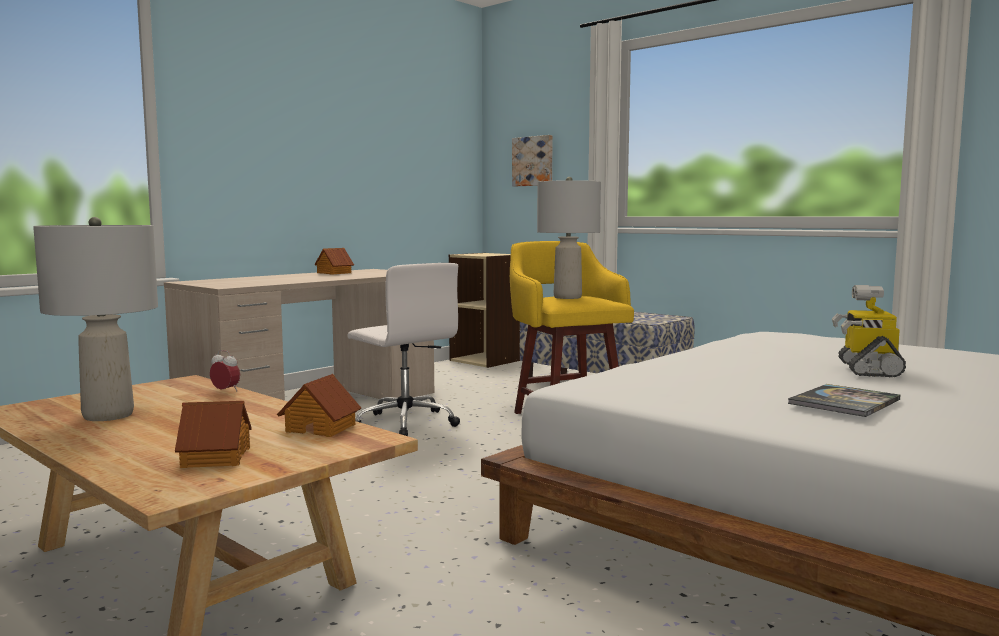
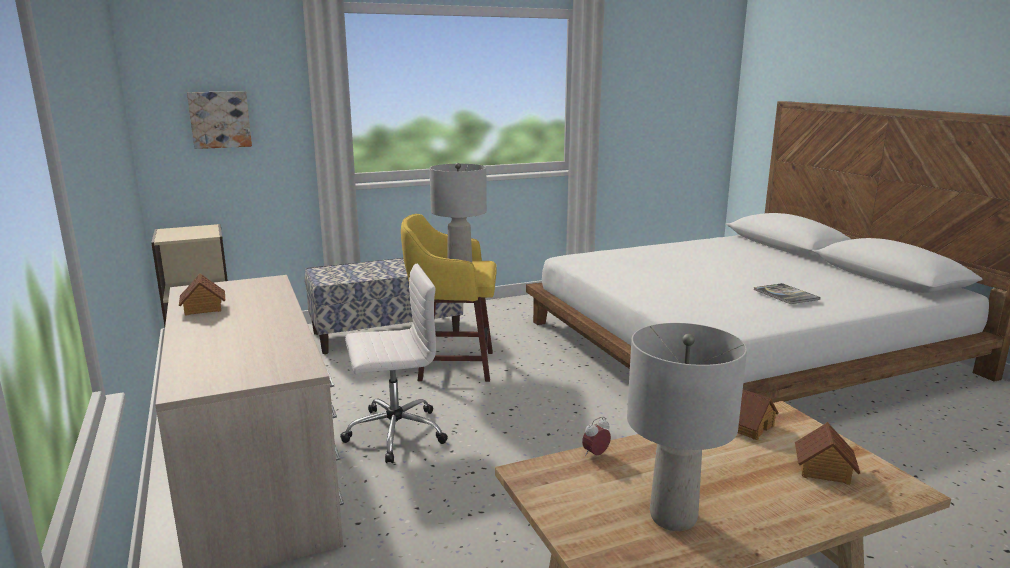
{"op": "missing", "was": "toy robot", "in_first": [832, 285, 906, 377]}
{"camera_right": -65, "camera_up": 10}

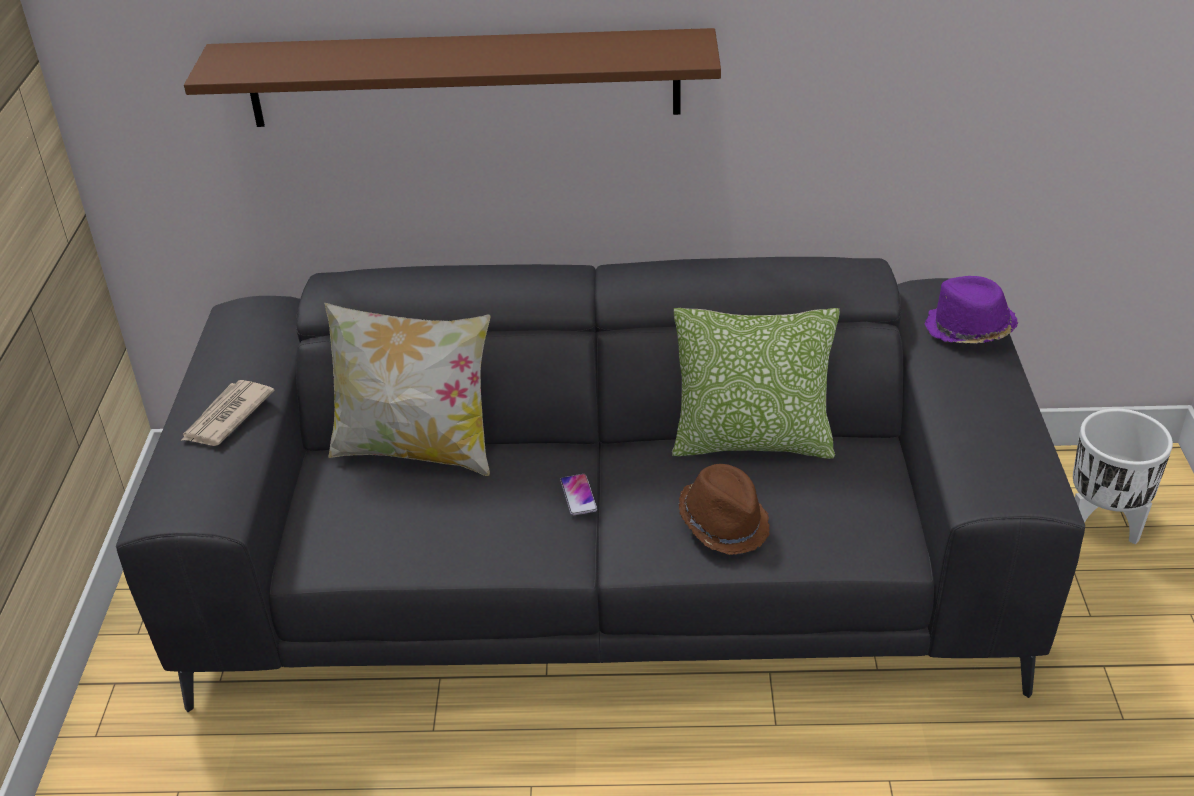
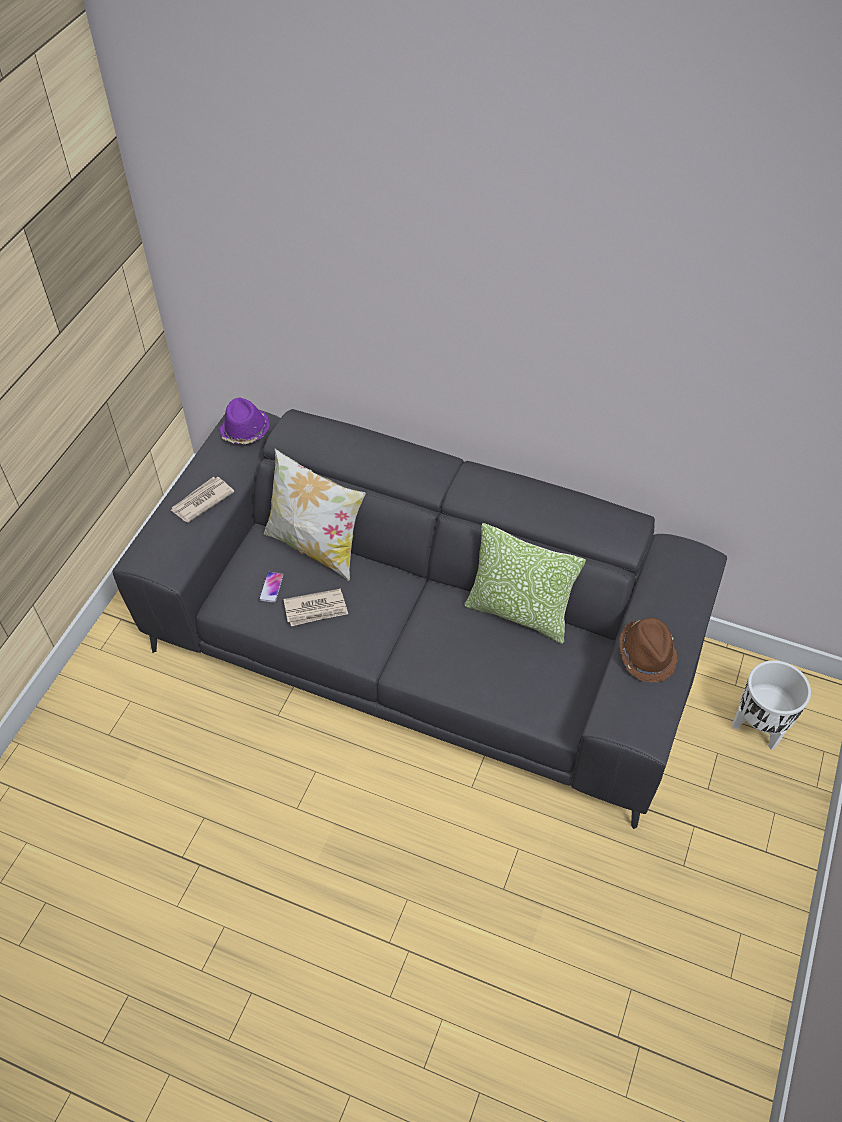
{"op": "missing", "was": "brownish wall shelf", "in_first": [184, 28, 721, 127]}
{"op": "relocated", "was": "purple-coloured wearable hat", "in_first": [925, 276, 1018, 343], "in_second": [220, 397, 270, 444]}
{"op": "relocated", "was": "brownish wearable hat", "in_first": [679, 464, 770, 555], "in_second": [619, 618, 679, 682]}
{"op": "relocated", "was": "telephone", "in_first": [560, 474, 597, 515], "in_second": [259, 572, 283, 603]}
{"op": "appeared", "now": "newspaper", "in_second": [283, 589, 348, 626]}
{"camera_right": 20, "camera_up": 15}

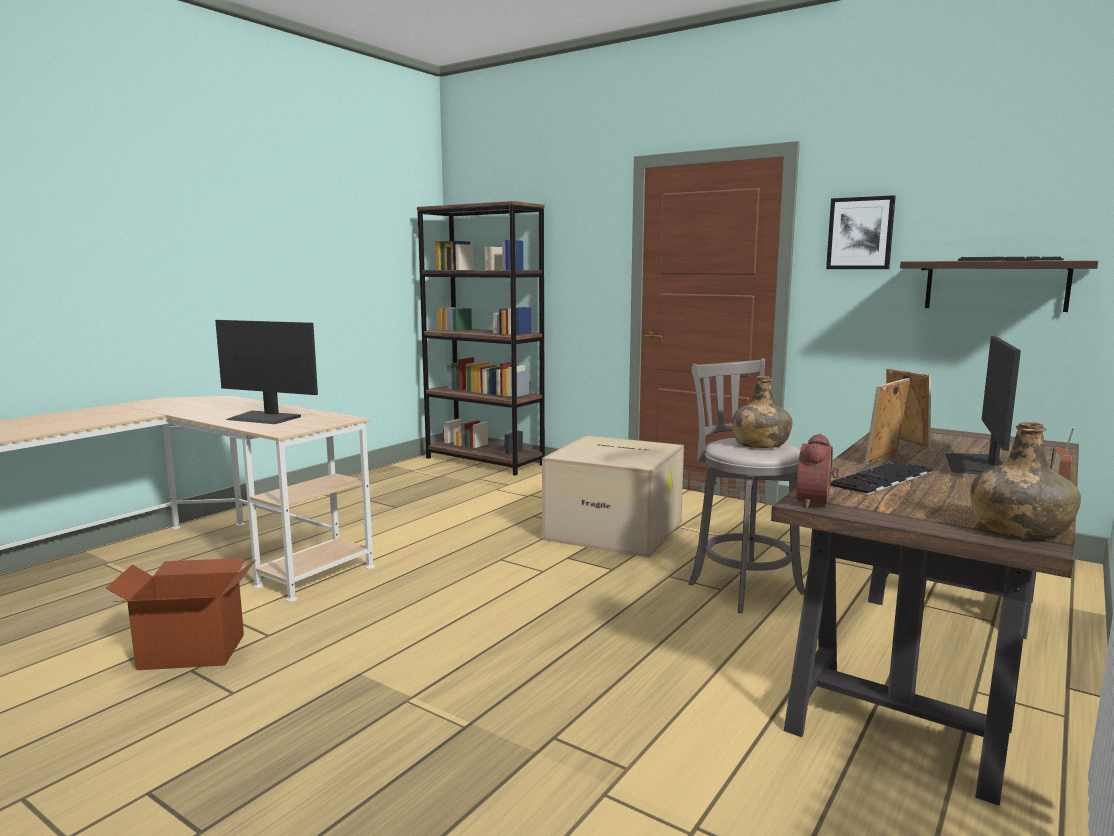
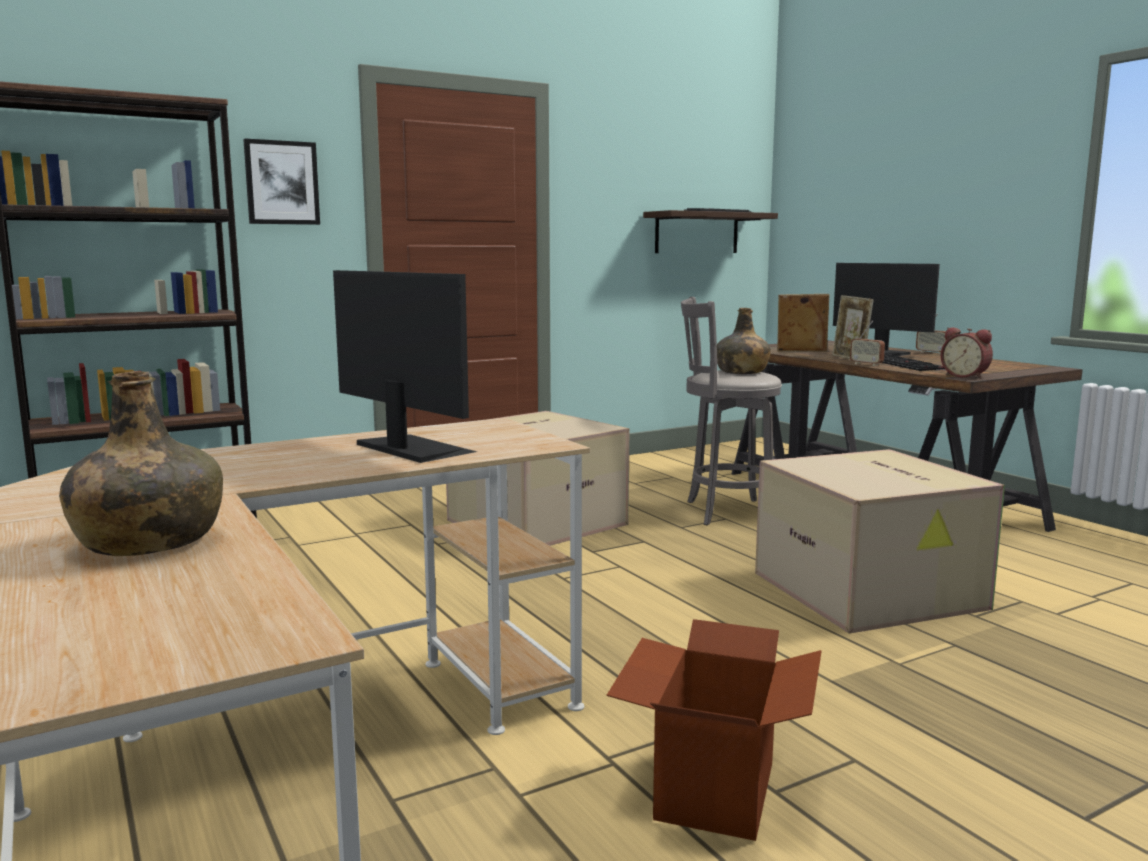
{"op": "relocated", "was": "picture", "in_first": [826, 195, 896, 269], "in_second": [243, 139, 320, 225]}
{"op": "spun", "was": "computer screen", "in_first": [215, 320, 318, 424], "in_second": [333, 270, 477, 463], "clockwise": -90}
{"op": "relocated", "was": "green bottle", "in_first": [970, 422, 1081, 539], "in_second": [59, 371, 223, 556]}
{"op": "appeared", "now": "radio", "in_second": [850, 321, 885, 366]}
{"op": "appeared", "now": "cardboard box", "in_second": [755, 449, 1005, 634]}
{"camera_right": -65, "camera_up": 0}

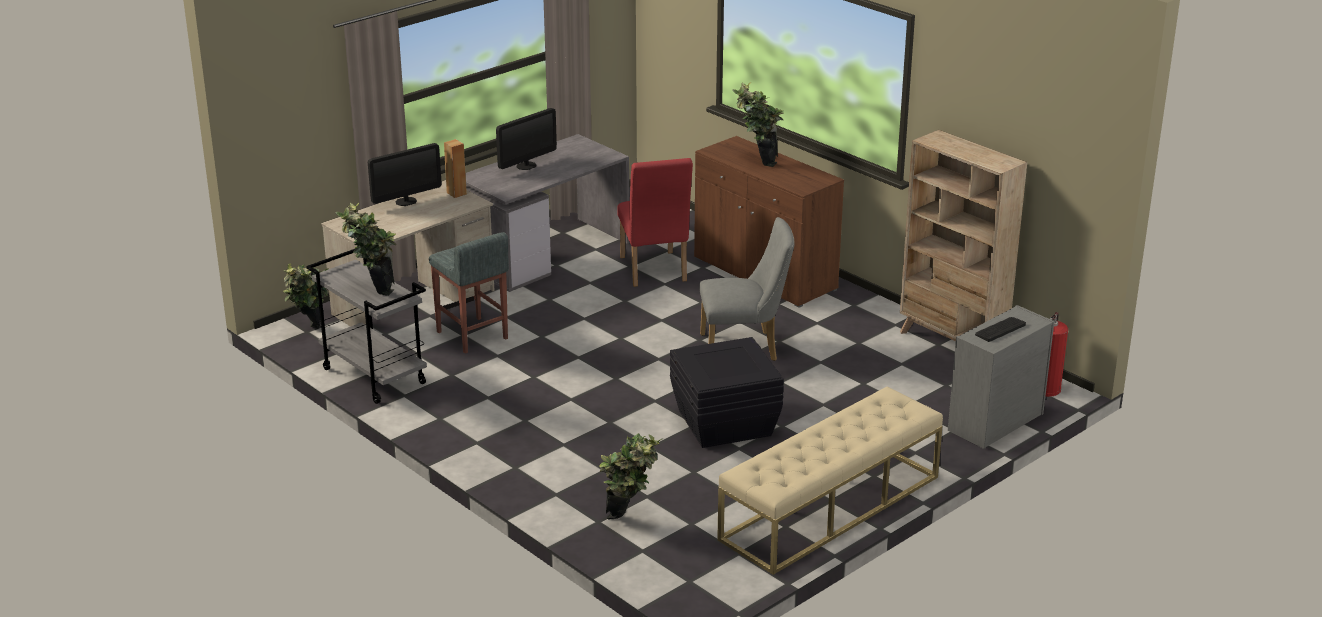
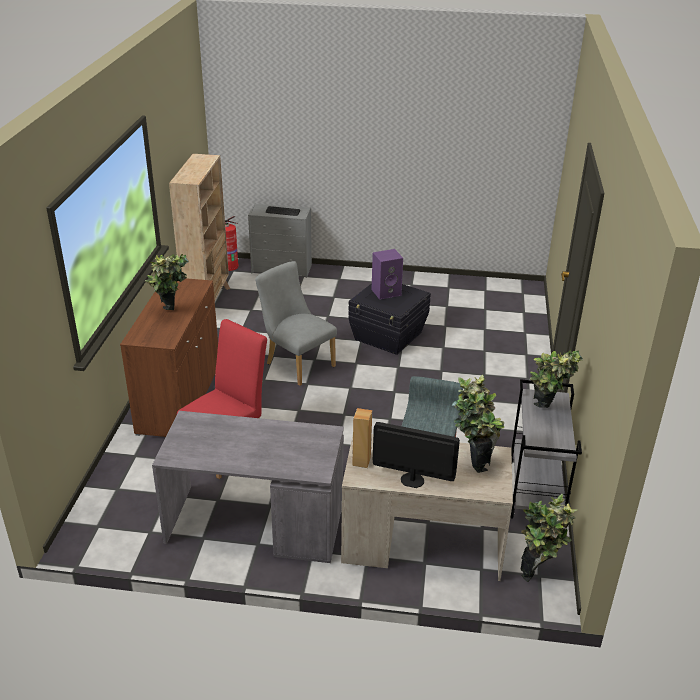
{"op": "missing", "was": "computer screen", "in_first": [496, 108, 557, 170]}
{"op": "missing", "was": "beige-coloured long seat", "in_first": [717, 387, 943, 575]}
{"op": "relocated", "was": "potted plant", "in_first": [599, 433, 663, 520], "in_second": [452, 375, 504, 473]}
{"op": "appeared", "now": "purple-coloured audio speaker", "in_second": [372, 249, 403, 300]}
{"camera_right": -130, "camera_up": 5}

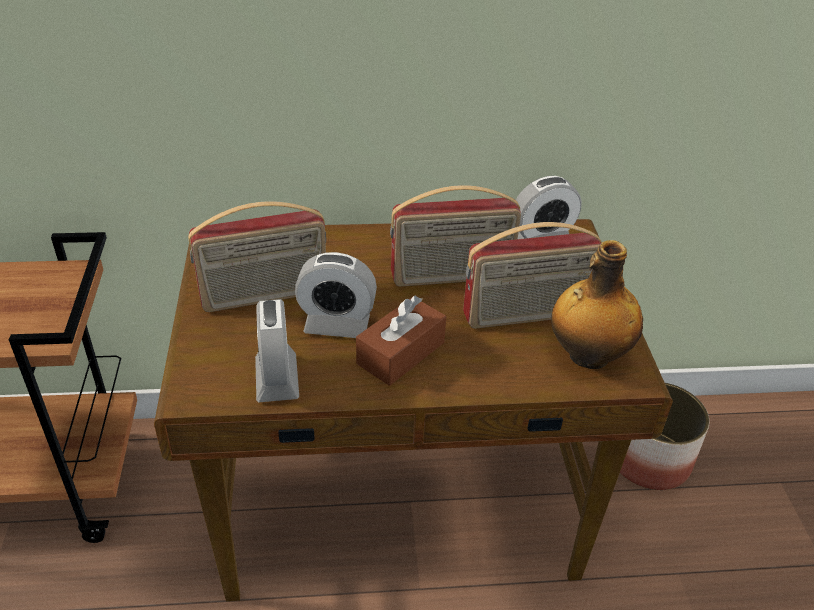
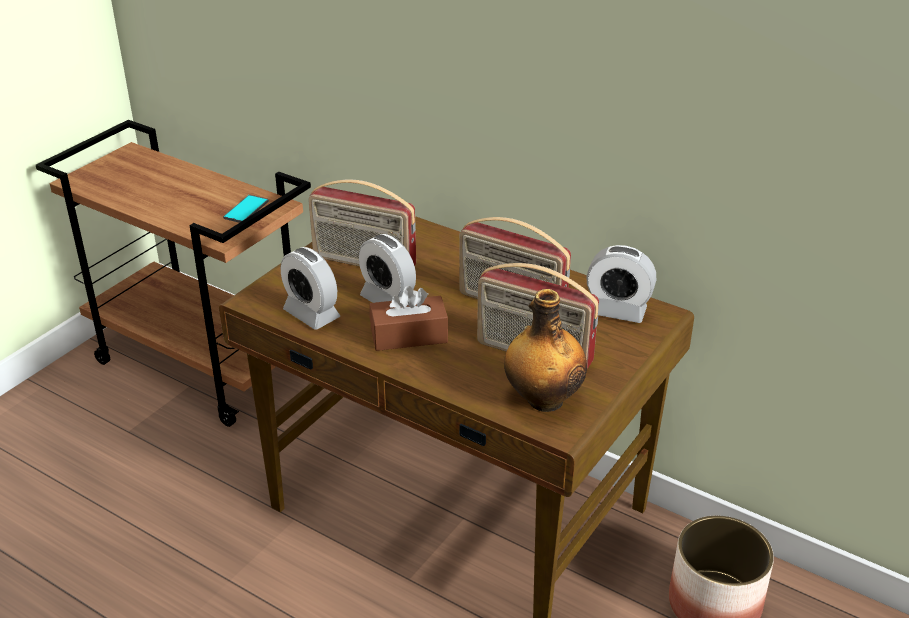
{"op": "spun", "was": "bedside clock", "in_first": [255, 299, 299, 402], "in_second": [281, 247, 340, 330], "clockwise": -75}
{"op": "appeared", "now": "telephone", "in_second": [223, 195, 269, 223]}
{"camera_right": 40, "camera_up": -5}

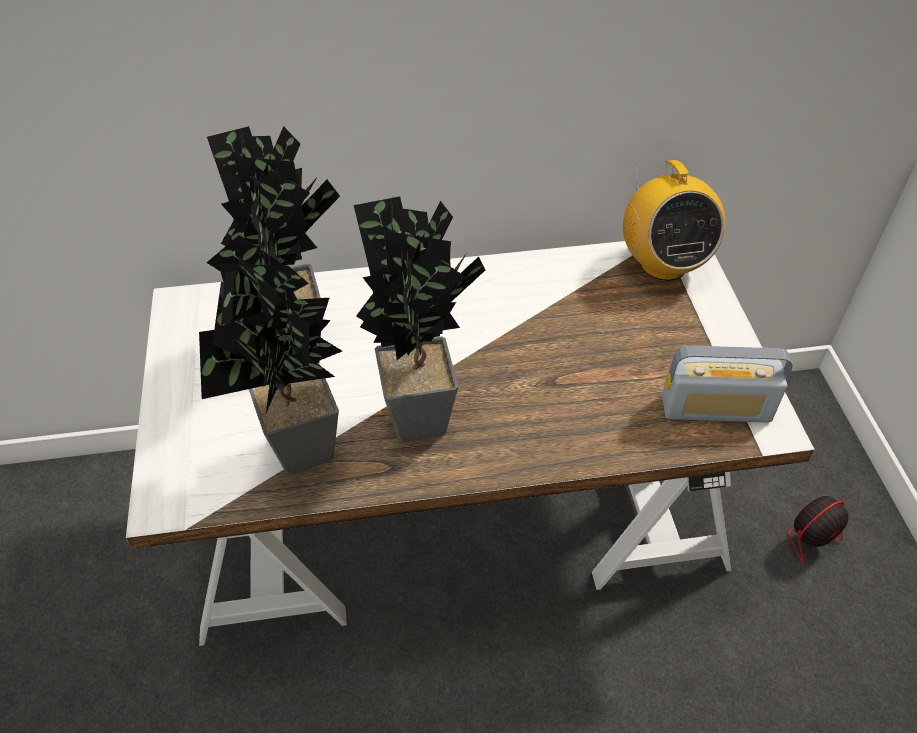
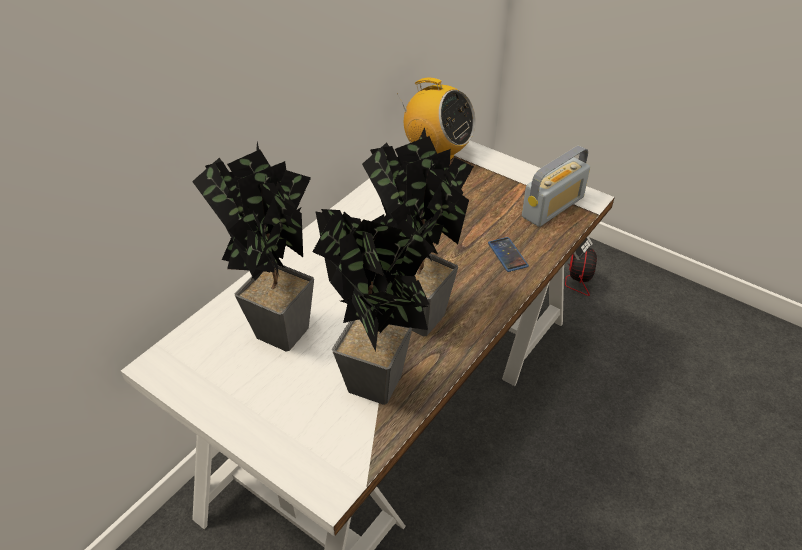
{"op": "appeared", "now": "telephone", "in_second": [488, 237, 529, 272]}
{"camera_right": -45, "camera_up": -5}

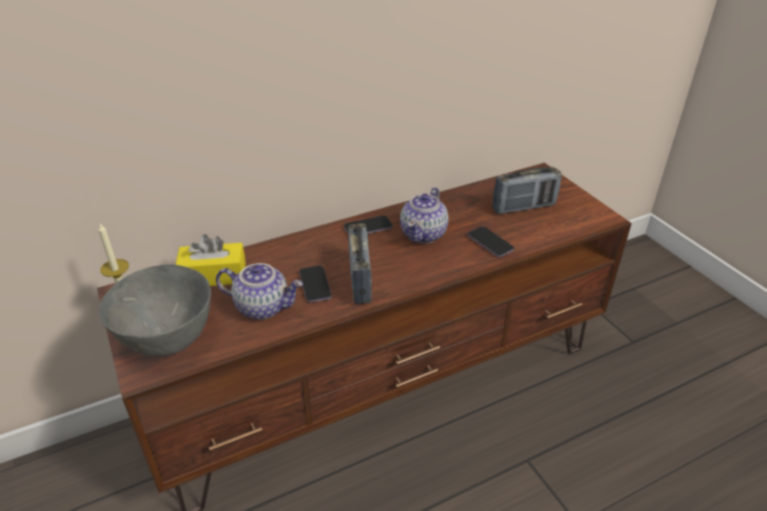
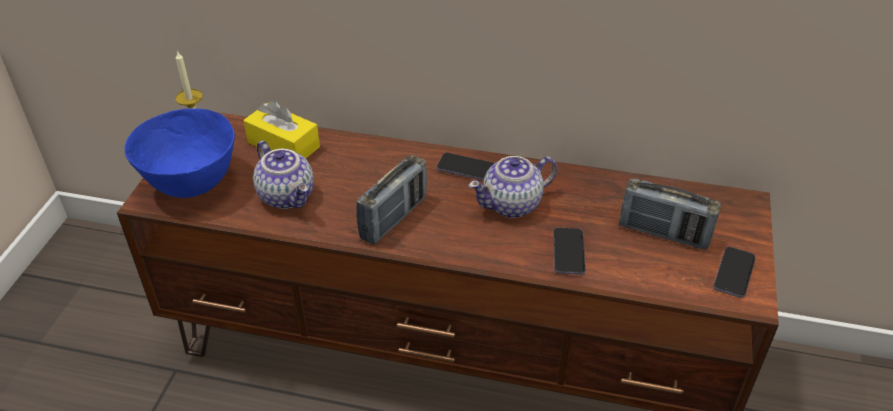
{"op": "colour", "was": "greyish deep dish", "now": "blue deep dish", "in_first": [99, 264, 211, 357], "in_second": [125, 108, 235, 198]}
{"op": "relocated", "was": "telephone", "in_first": [299, 266, 332, 303], "in_second": [713, 247, 756, 298]}
{"camera_right": 40, "camera_up": 5}

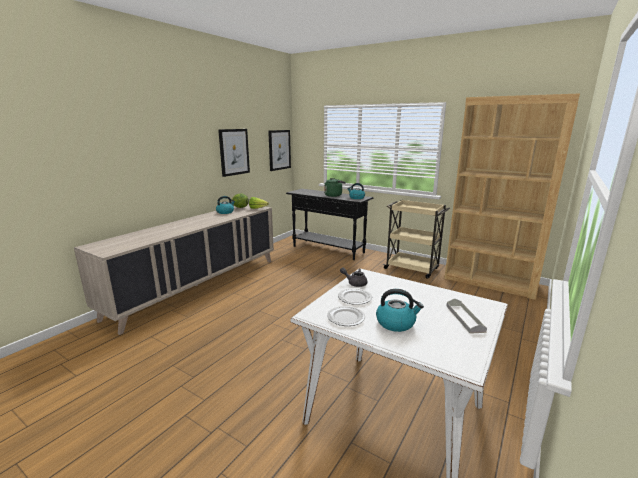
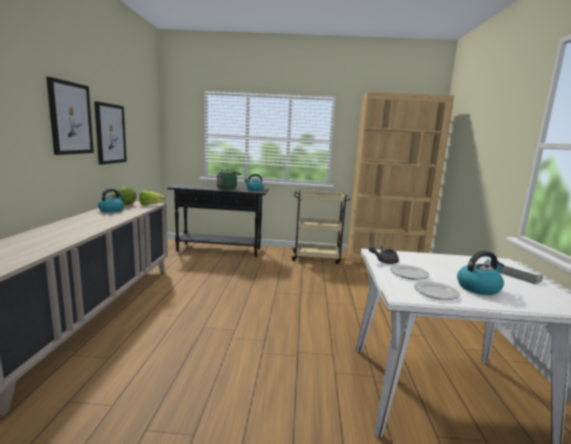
{"op": "relocated", "was": "picture", "in_first": [268, 130, 291, 171], "in_second": [46, 77, 94, 155]}
{"camera_right": -30, "camera_up": -5}

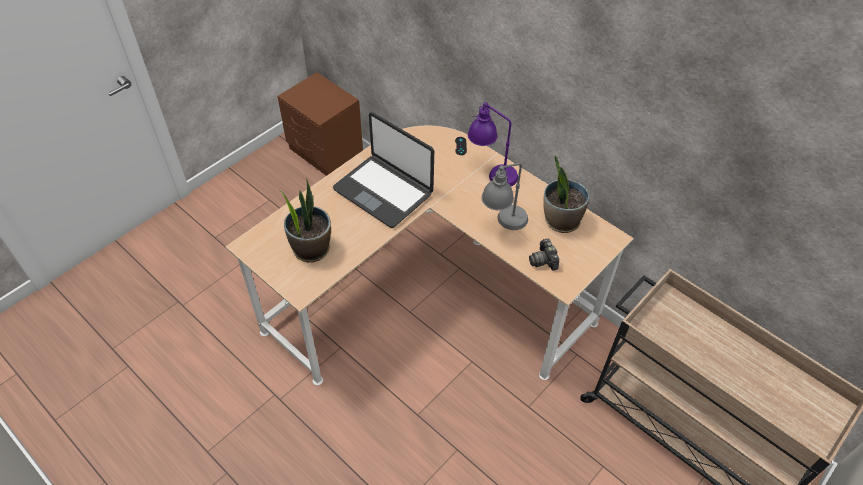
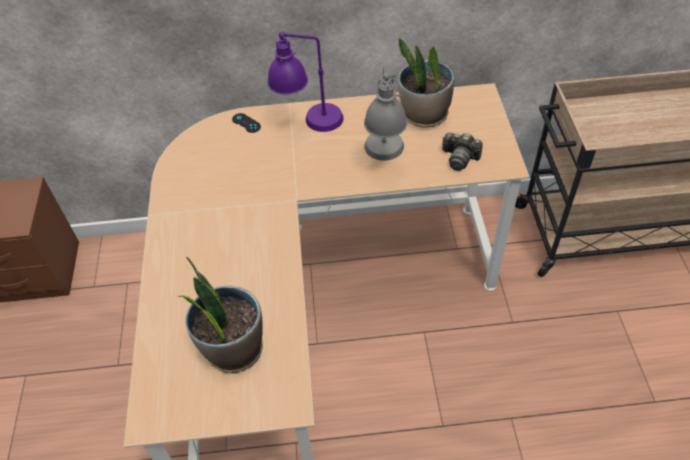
{"op": "missing", "was": "notebook computer", "in_first": [333, 112, 434, 228]}
{"camera_right": -45, "camera_up": 0}

